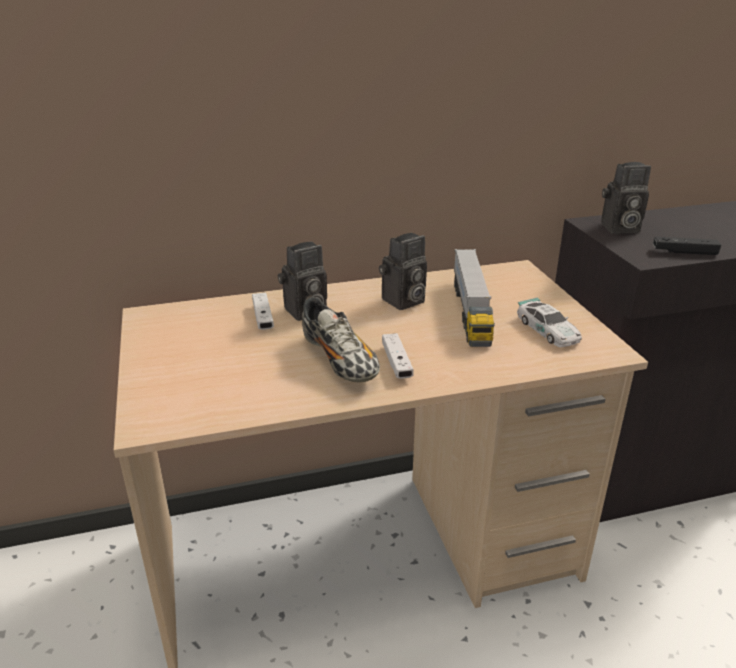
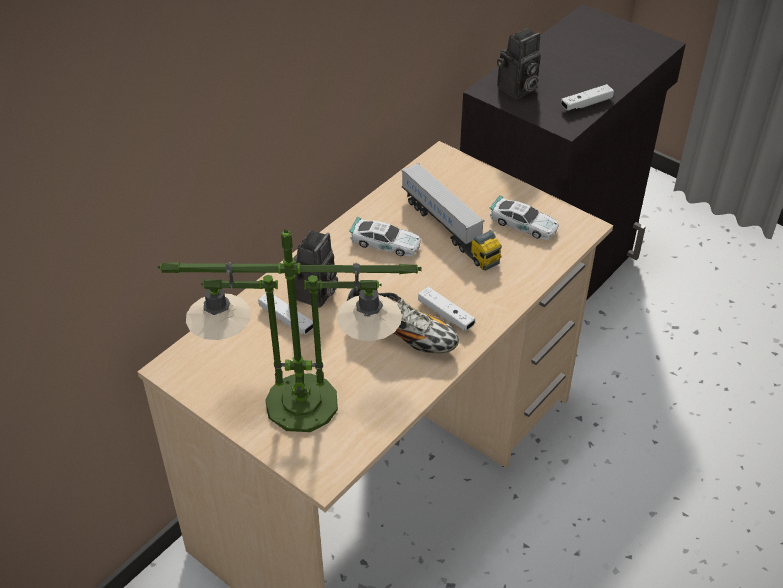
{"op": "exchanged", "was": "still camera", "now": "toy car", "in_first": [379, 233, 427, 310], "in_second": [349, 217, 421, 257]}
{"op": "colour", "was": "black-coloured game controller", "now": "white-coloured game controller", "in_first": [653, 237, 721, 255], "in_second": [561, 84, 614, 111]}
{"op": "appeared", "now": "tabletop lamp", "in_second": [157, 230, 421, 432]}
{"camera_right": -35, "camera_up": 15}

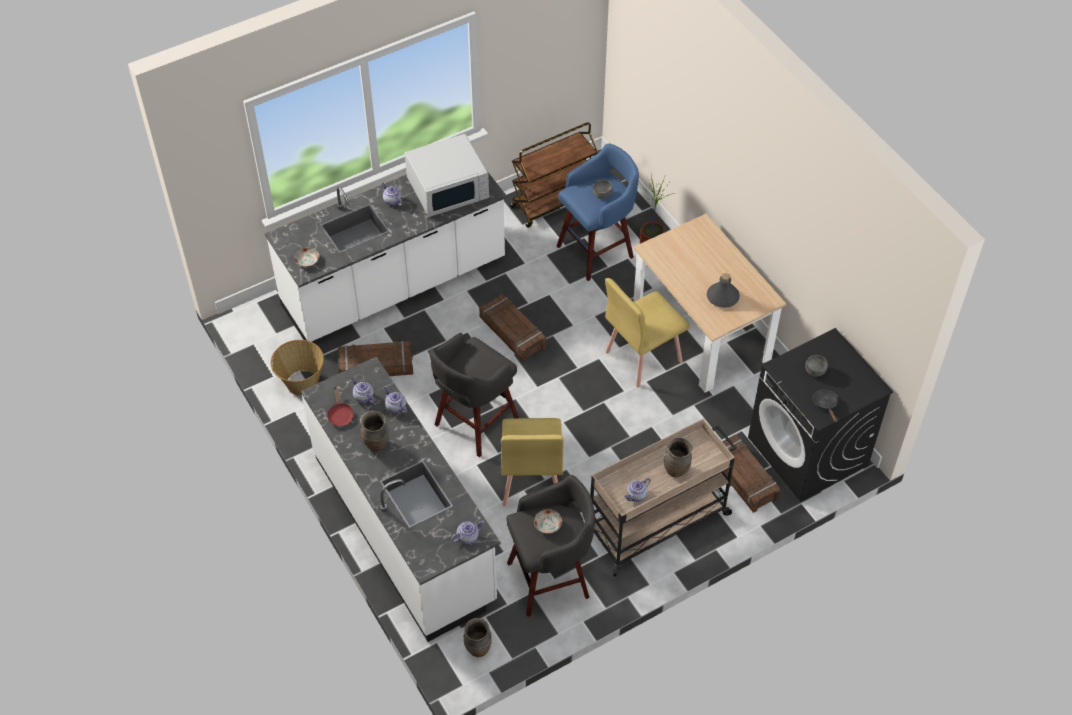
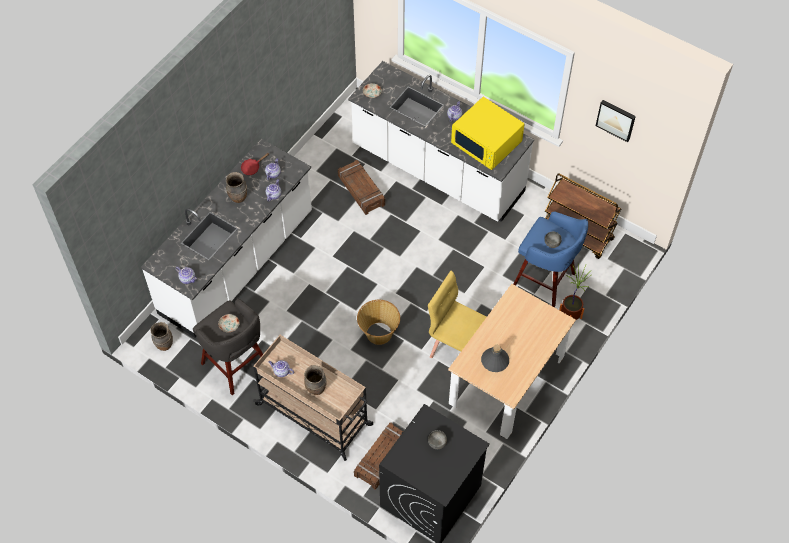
{"op": "colour", "was": "white-coloured microwave oven", "now": "yellowish microwave oven", "in_first": [405, 134, 489, 217], "in_second": [451, 97, 525, 170]}
{"op": "missing", "was": "shipping crate", "in_first": [479, 294, 546, 362]}
{"op": "missing", "was": "greyish sitting stool", "in_first": [430, 333, 519, 457]}
{"op": "relocated", "was": "storage basket", "in_first": [271, 340, 324, 396], "in_second": [357, 300, 400, 345]}
{"op": "missing", "was": "black-coloured frying pan", "in_first": [812, 390, 839, 423]}
{"op": "missing", "was": "yellowish upright chair", "in_first": [501, 418, 564, 506]}
{"op": "appeared", "now": "picture", "in_second": [596, 100, 636, 142]}
{"camera_right": 65, "camera_up": 5}

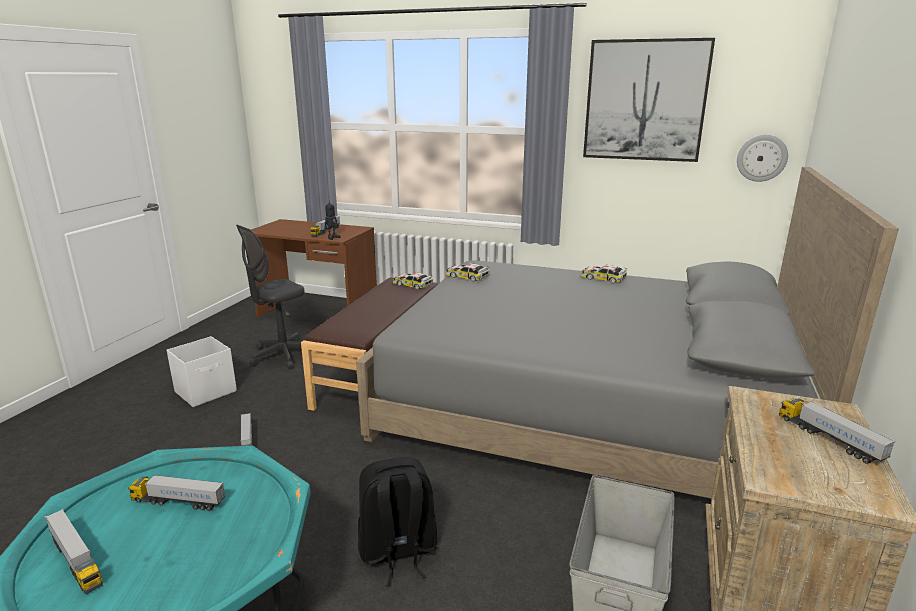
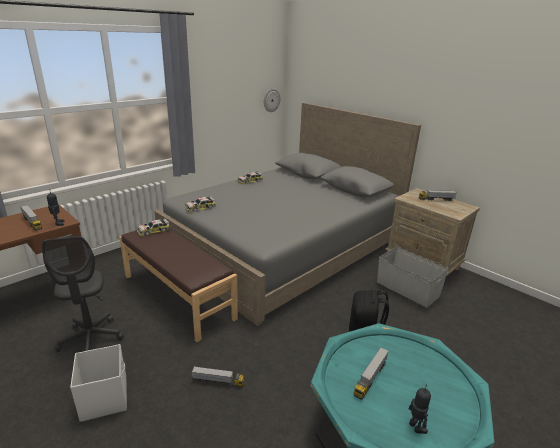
{"op": "missing", "was": "picture", "in_first": [583, 38, 715, 162]}
{"op": "exchanged", "was": "toy truck", "now": "toy robot", "in_first": [45, 509, 103, 594], "in_second": [408, 384, 431, 434]}
{"camera_right": -65, "camera_up": 5}

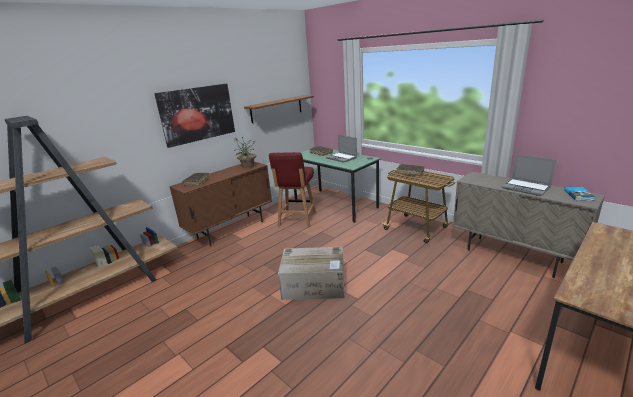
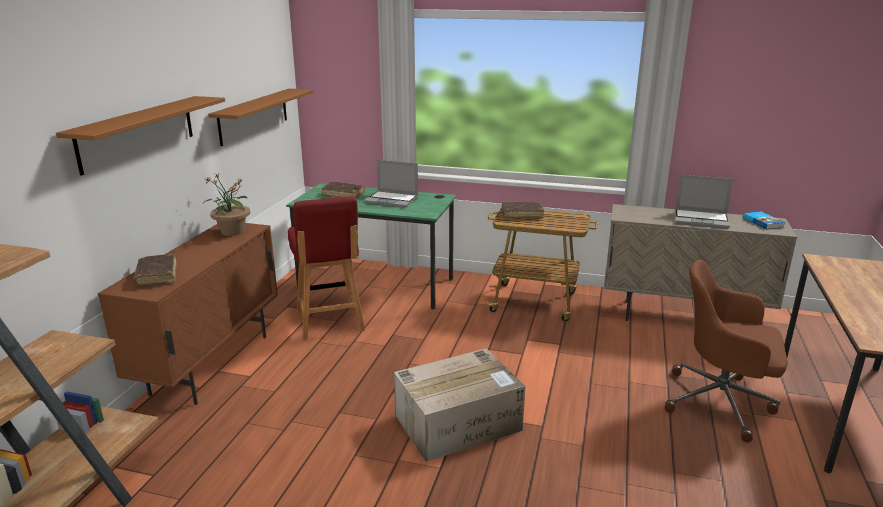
{"op": "exchanged", "was": "picture", "now": "brownish wall shelf", "in_first": [154, 84, 235, 148], "in_second": [56, 96, 225, 176]}
{"op": "appeared", "now": "brownish computer chair", "in_second": [665, 260, 787, 442]}
{"camera_right": -30, "camera_up": 0}

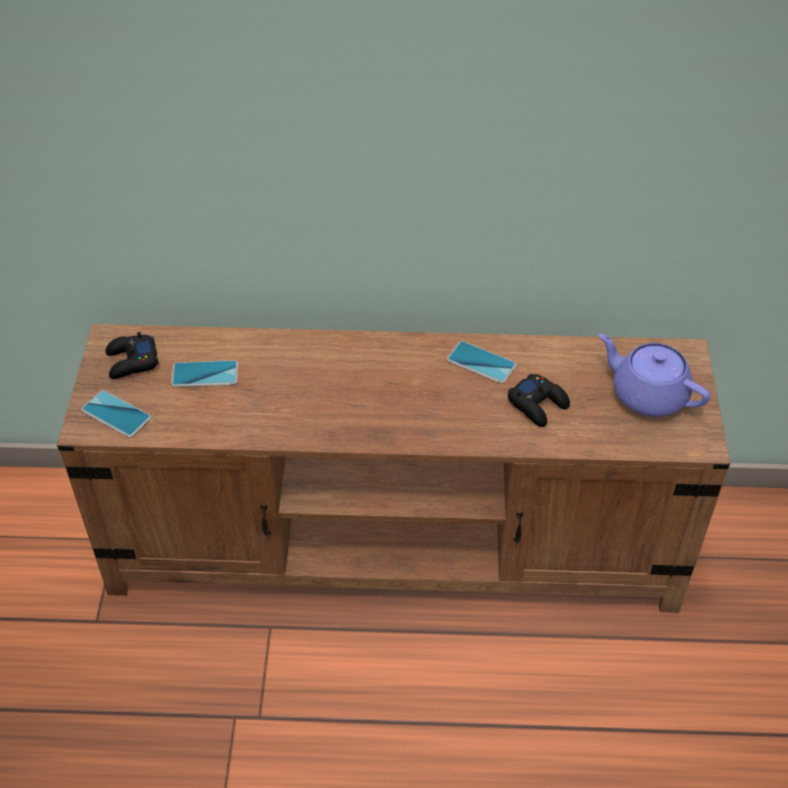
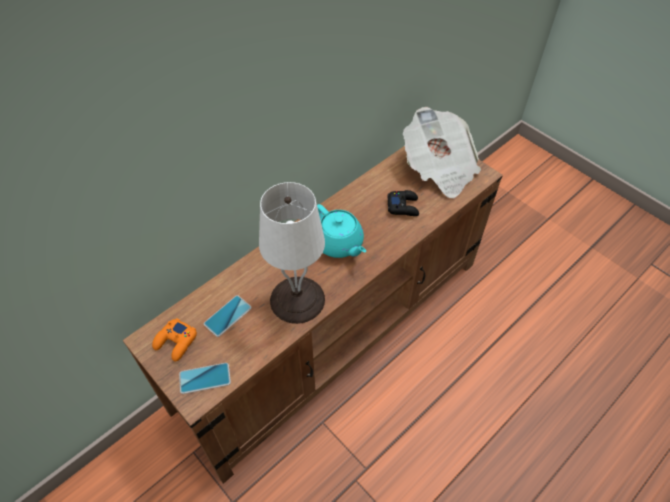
{"op": "colour", "was": "black-coloured game controller", "now": "orangey game controller", "in_first": [105, 332, 159, 379], "in_second": [152, 318, 197, 362]}
{"op": "exchanged", "was": "purple-coloured pot for tea", "now": "newspaper", "in_first": [599, 334, 710, 417], "in_second": [403, 107, 481, 198]}
{"op": "missing", "was": "telephone", "in_first": [447, 341, 516, 383]}
{"op": "appeared", "now": "white-coloured tabletop lamp", "in_second": [259, 182, 325, 324]}
{"op": "appeared", "now": "blue-green pot for tea", "in_second": [317, 204, 366, 258]}
{"camera_right": -45, "camera_up": 5}

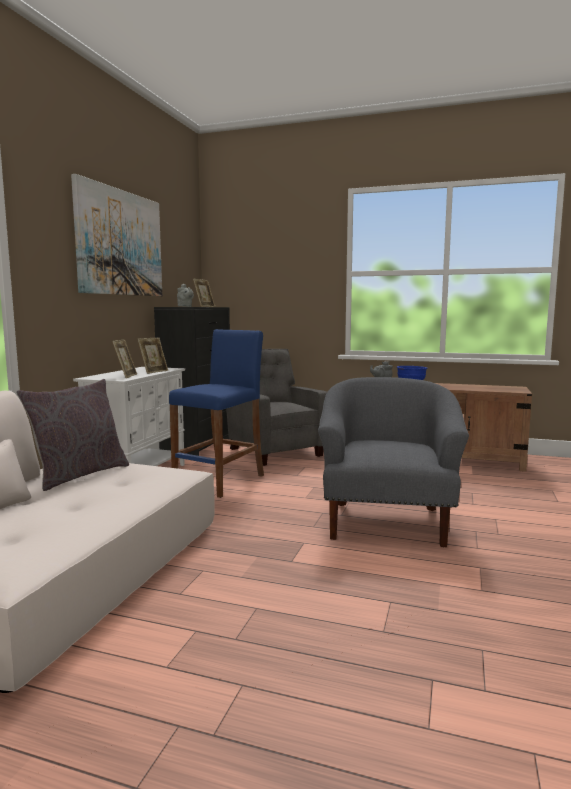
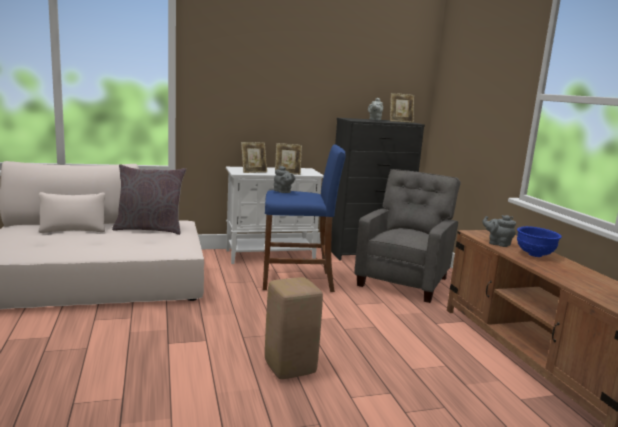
{"op": "missing", "was": "picture", "in_first": [71, 174, 162, 296]}
{"op": "exchanged", "was": "greyish lounge chair", "now": "beige-coloured sitting stool", "in_first": [318, 377, 469, 547], "in_second": [265, 277, 323, 379]}
{"op": "appeared", "now": "greyish pot for tea", "in_second": [274, 166, 295, 193]}
{"camera_right": 55, "camera_up": 5}

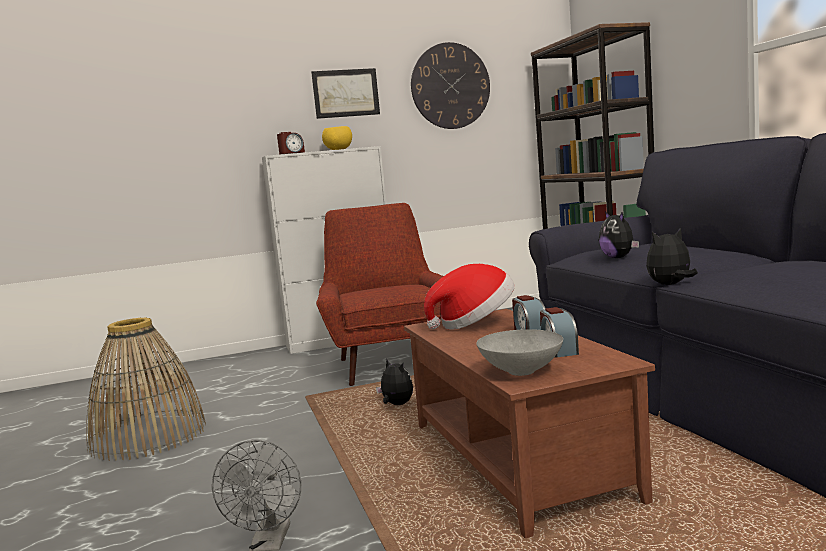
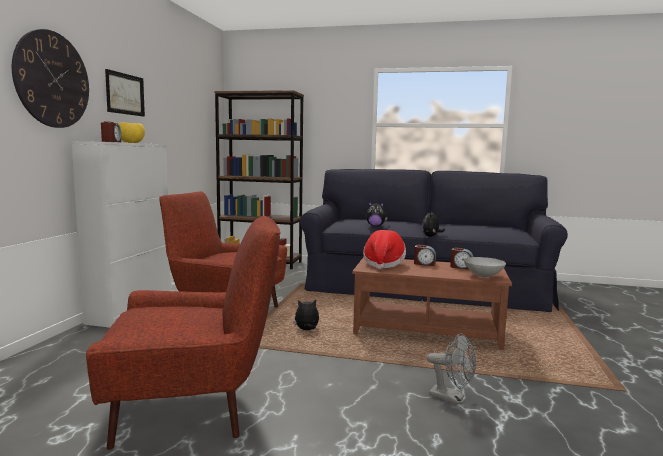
{"op": "relocated", "was": "wall clock", "in_first": [411, 42, 490, 129], "in_second": [12, 29, 89, 128]}
{"op": "exchanged", "was": "storage basket", "now": "reddish lounge chair", "in_first": [86, 318, 206, 461], "in_second": [86, 216, 281, 450]}
{"camera_right": -60, "camera_up": 0}

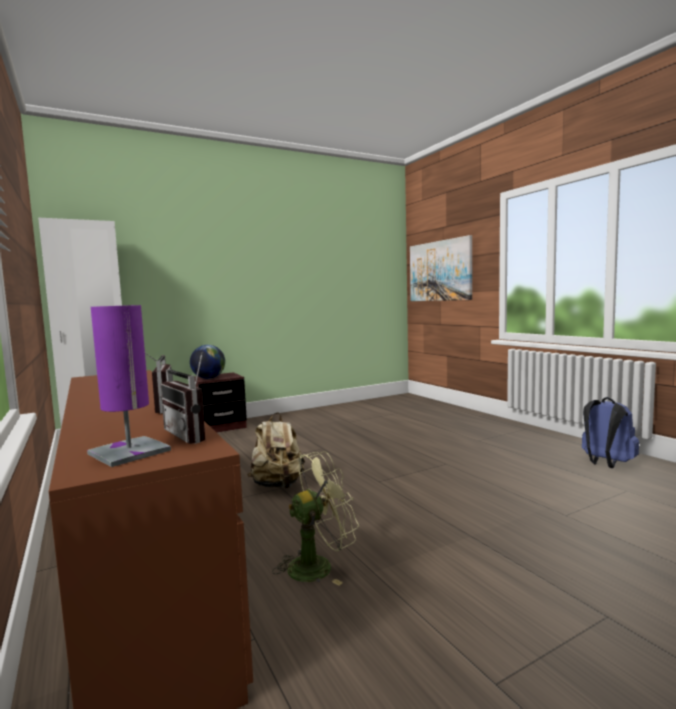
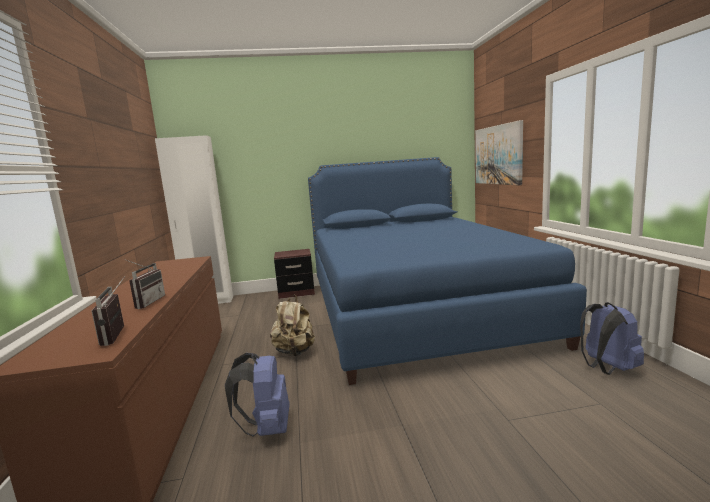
{"op": "missing", "was": "purple-coloured tabletop lamp", "in_first": [87, 305, 171, 467]}
{"op": "missing", "was": "globe", "in_first": [190, 345, 225, 379]}
{"op": "exchanged", "was": "green fan", "now": "blue backpack", "in_first": [272, 451, 359, 586], "in_second": [225, 353, 290, 437]}
{"op": "appeared", "now": "blue bed", "in_second": [308, 157, 587, 385]}
{"camera_right": 20, "camera_up": 5}

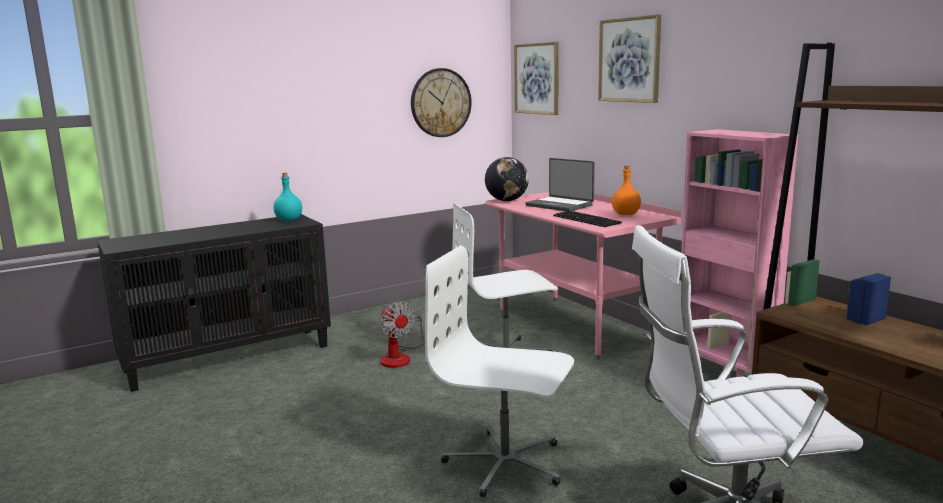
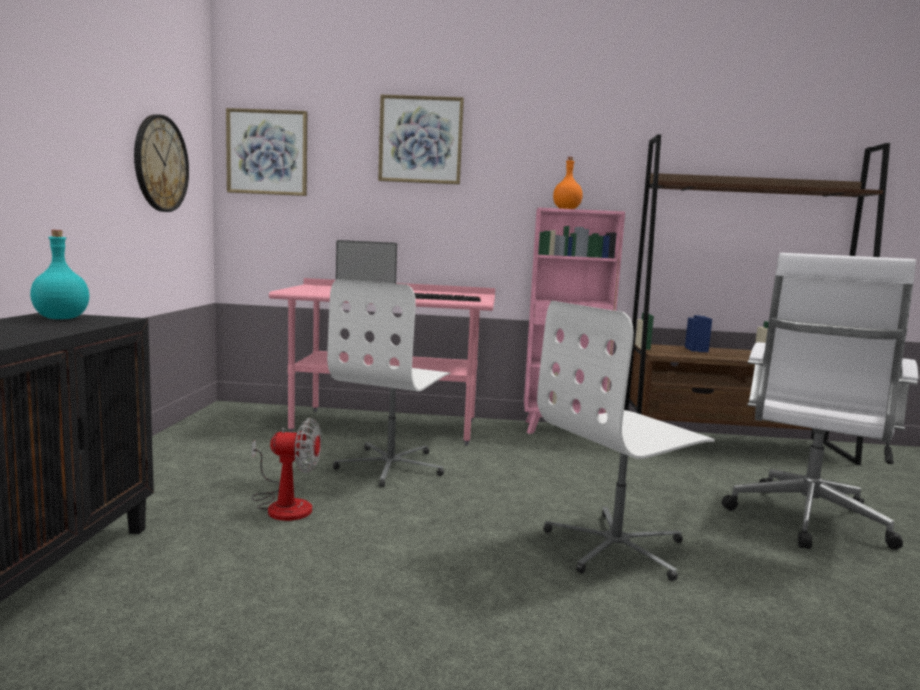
{"op": "missing", "was": "globe", "in_first": [485, 157, 529, 201]}
{"op": "relocated", "was": "orangey bottle", "in_first": [612, 165, 641, 215], "in_second": [553, 157, 583, 209]}
{"camera_right": -55, "camera_up": -5}

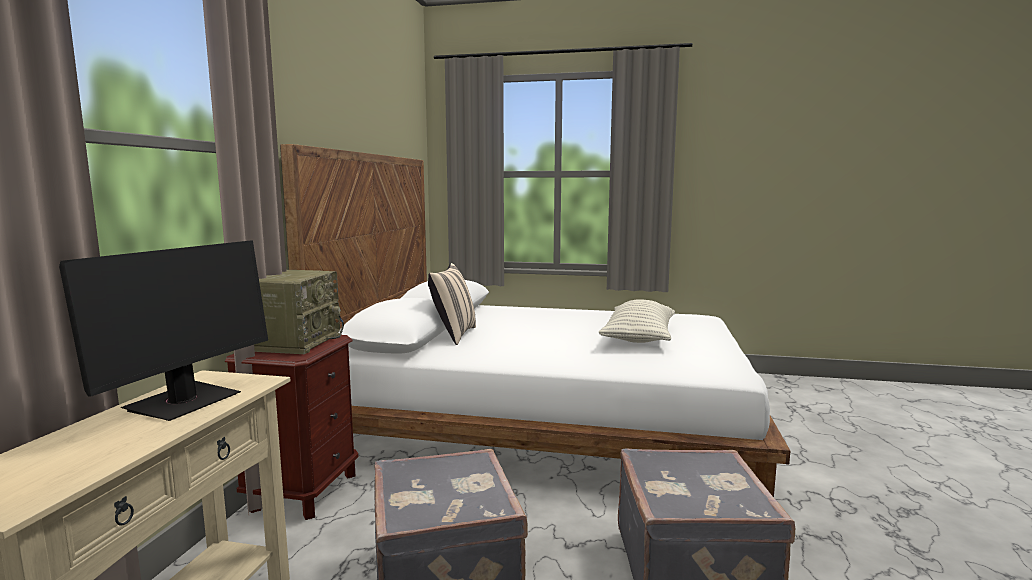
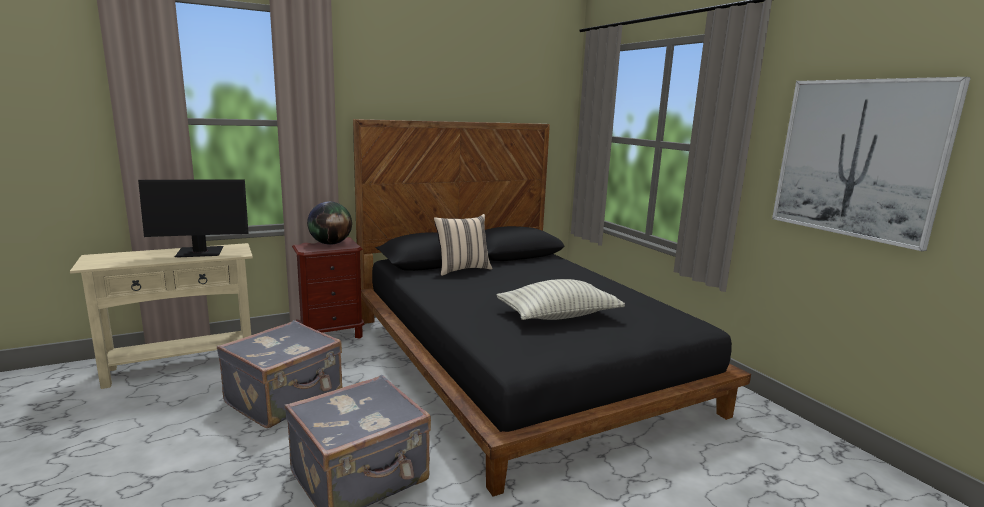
{"op": "colour", "was": "white-coloured bed", "now": "black-coloured bed", "in_first": [280, 144, 790, 497], "in_second": [353, 119, 751, 497]}
{"op": "exchanged", "was": "radio", "now": "globe", "in_first": [254, 270, 344, 354], "in_second": [307, 201, 352, 245]}
{"op": "appeared", "now": "picture", "in_second": [772, 77, 971, 251]}
{"camera_right": 50, "camera_up": 5}

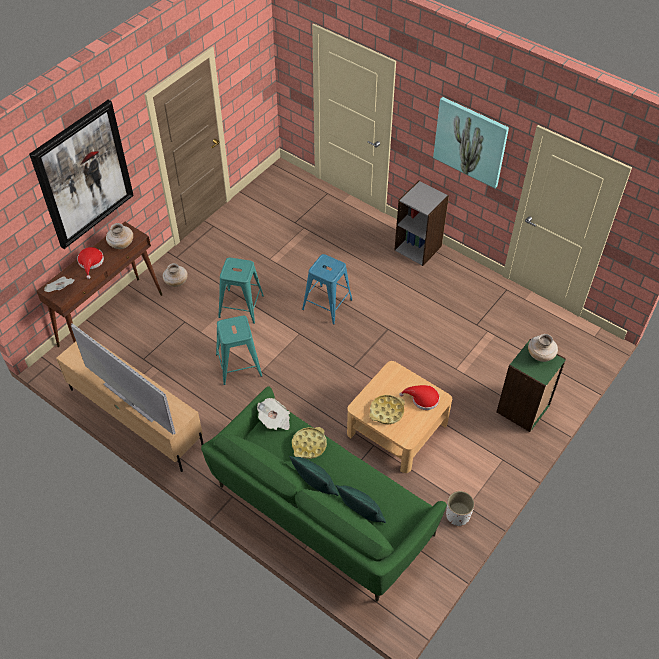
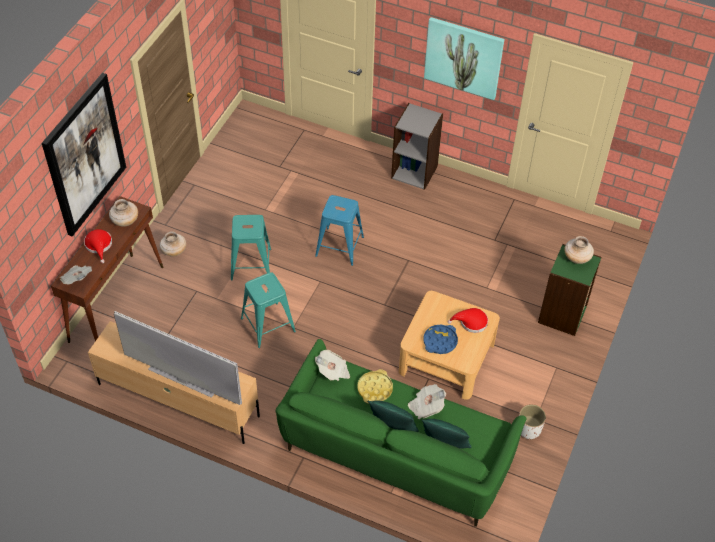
{"op": "colour", "was": "yellowish tray", "now": "blue tray", "in_first": [369, 395, 405, 424], "in_second": [424, 325, 458, 354]}
{"op": "appeared", "now": "newspaper", "in_second": [408, 384, 446, 419]}
{"camera_right": -15, "camera_up": 0}

